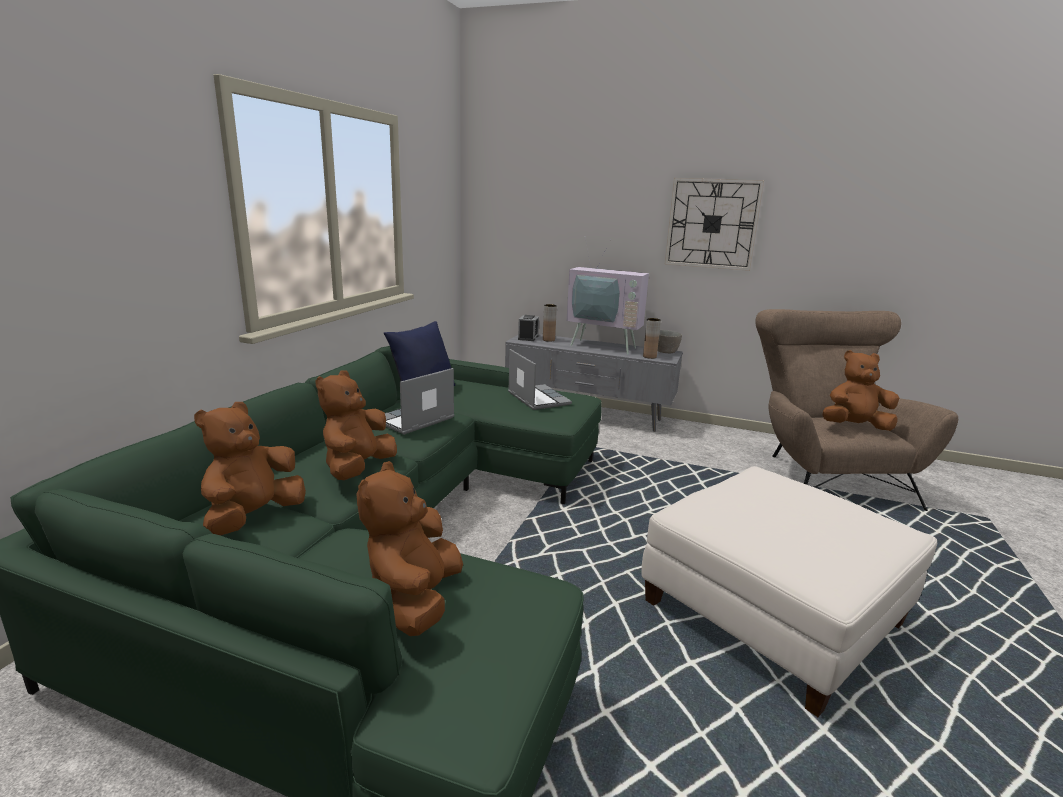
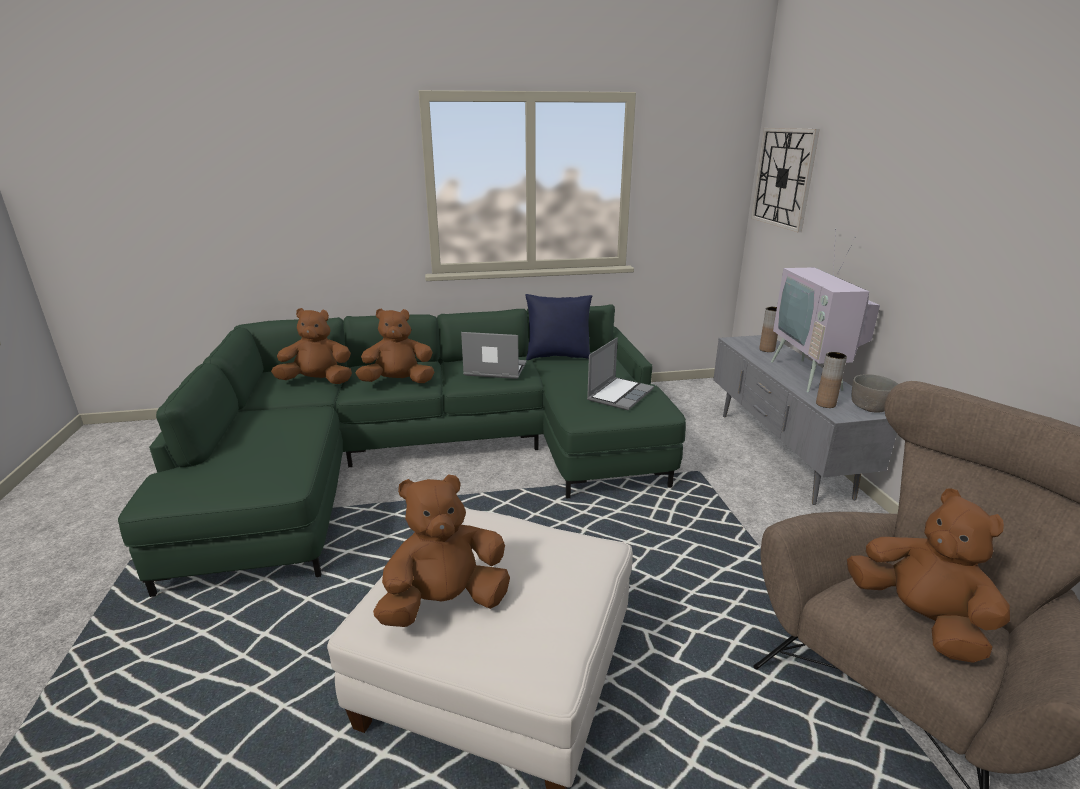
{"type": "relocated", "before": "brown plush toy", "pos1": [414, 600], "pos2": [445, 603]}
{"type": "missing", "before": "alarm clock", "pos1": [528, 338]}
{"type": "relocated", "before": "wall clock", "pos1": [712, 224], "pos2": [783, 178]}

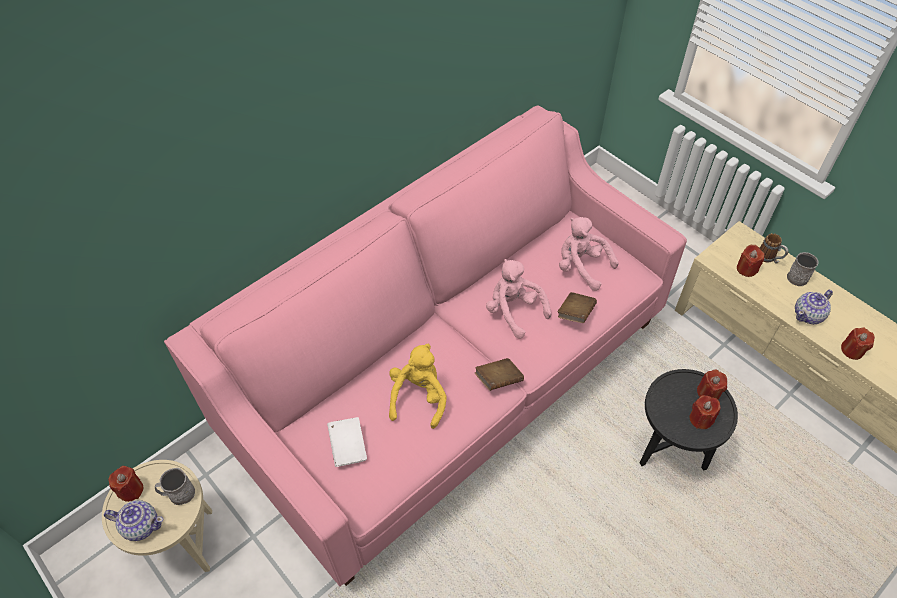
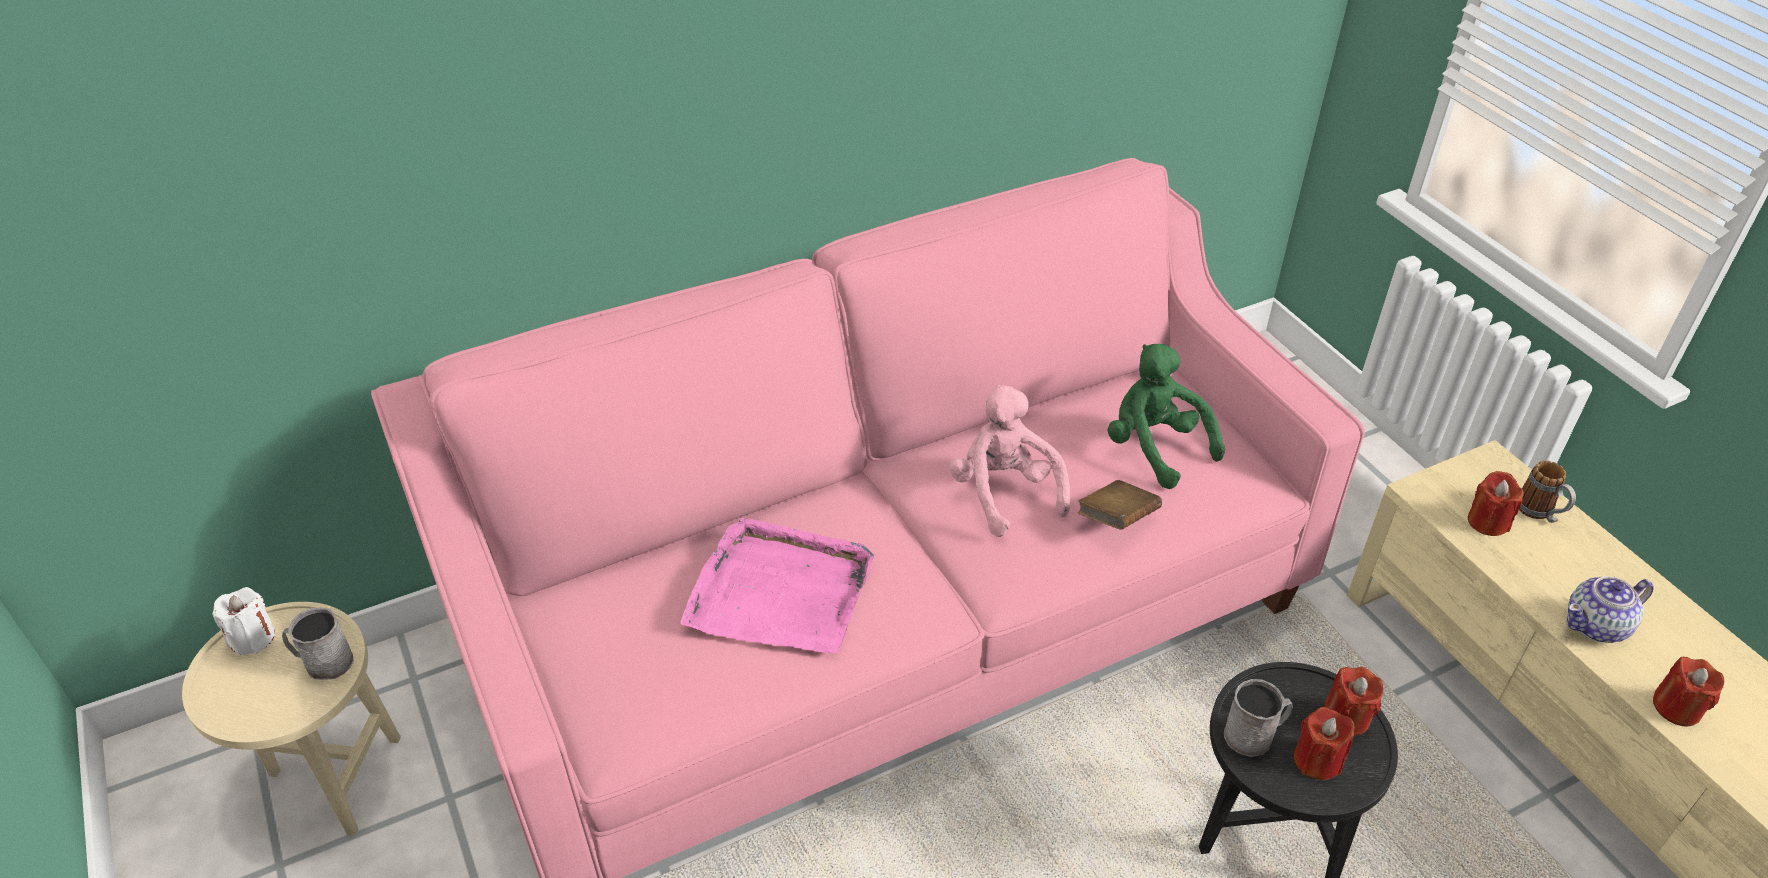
{"type": "missing", "before": "teapot", "pos1": [141, 525]}
{"type": "colour", "before": "red candle", "after": "white candle", "pos1": [131, 490], "pos2": [252, 638]}
{"type": "missing", "before": "white book", "pos1": [348, 447]}
{"type": "exchanged", "before": "yellow plush toy", "after": "pink tray", "pos1": [418, 397], "pos2": [780, 592]}
{"type": "missing", "before": "brown book", "pos1": [498, 380]}
{"type": "colour", "before": "pink plush toy", "after": "green plush toy", "pos1": [581, 267], "pos2": [1155, 448]}
{"type": "relocated", "before": "grey mug", "pos1": [799, 276], "pos2": [1254, 735]}

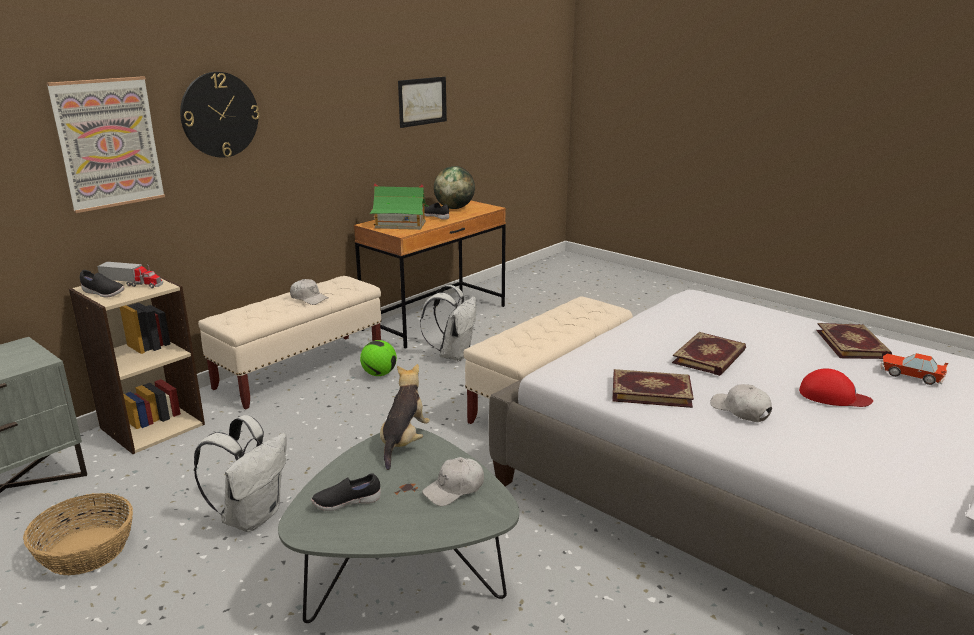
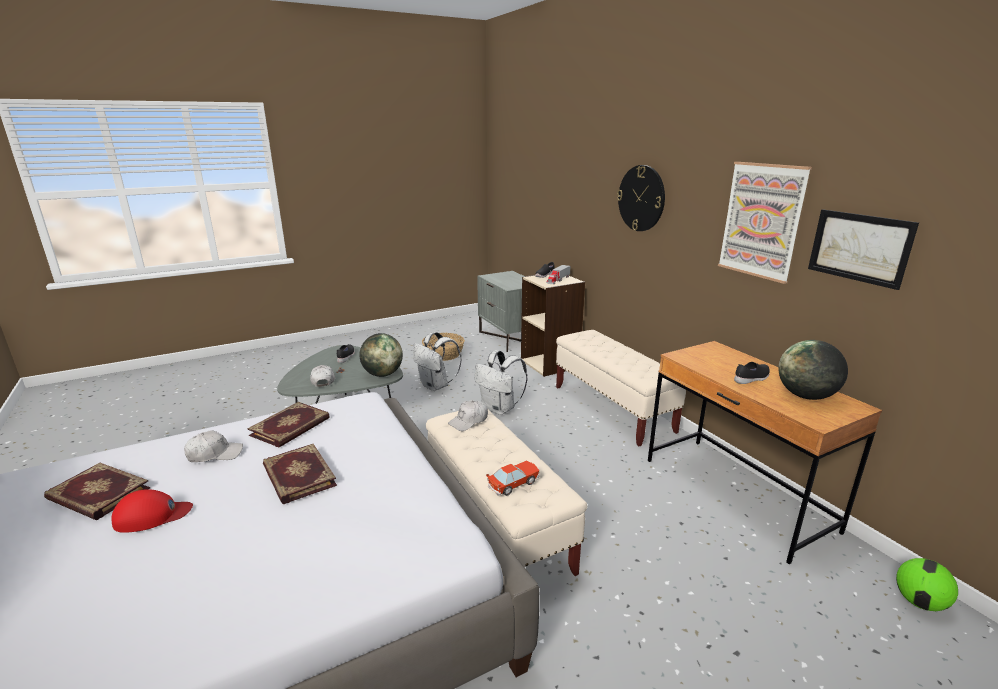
{"type": "relocated", "before": "picture", "pos1": [108, 143], "pos2": [761, 221]}
{"type": "relocated", "before": "white cap", "pos1": [309, 298], "pos2": [469, 421]}
{"type": "relocated", "before": "football", "pos1": [379, 374], "pos2": [919, 602]}
{"type": "missing", "before": "toy house", "pos1": [400, 224]}
{"type": "exchanged", "before": "plush toy", "after": "globe", "pos1": [404, 442], "pos2": [382, 374]}
{"type": "relocated", "before": "white backpack", "pos1": [453, 355], "pos2": [500, 408]}
{"type": "spun", "before": "red cap", "pos1": [833, 396], "pos2": [152, 515], "turn": -150}
{"type": "relocated", "before": "book", "pos1": [853, 344], "pos2": [97, 495]}
{"type": "relocated", "before": "toy car", "pos1": [911, 375], "pos2": [513, 483]}

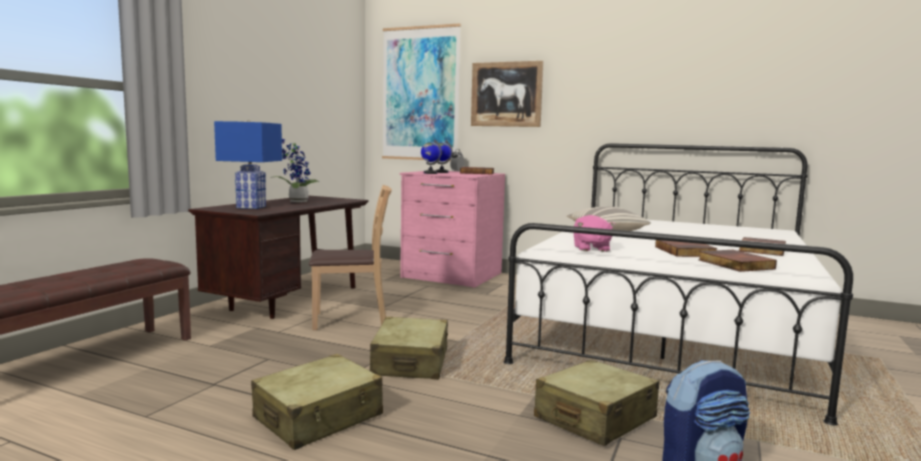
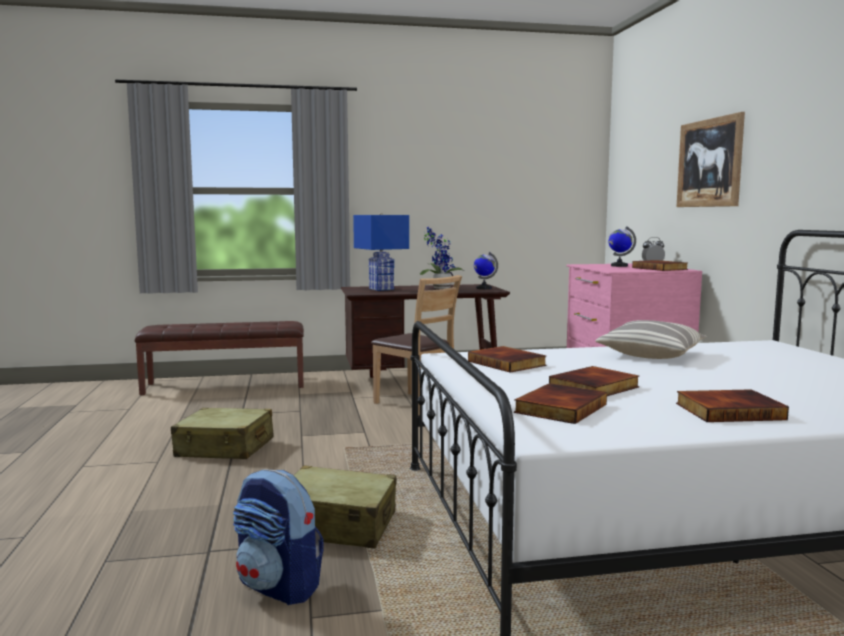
{"type": "missing", "before": "beige suitcase", "pos1": [411, 362]}
{"type": "missing", "before": "picture", "pos1": [420, 94]}
{"type": "relocated", "before": "globe", "pos1": [430, 173], "pos2": [484, 288]}
{"type": "exchanged", "before": "pink plush toy", "after": "book", "pos1": [591, 248], "pos2": [508, 363]}

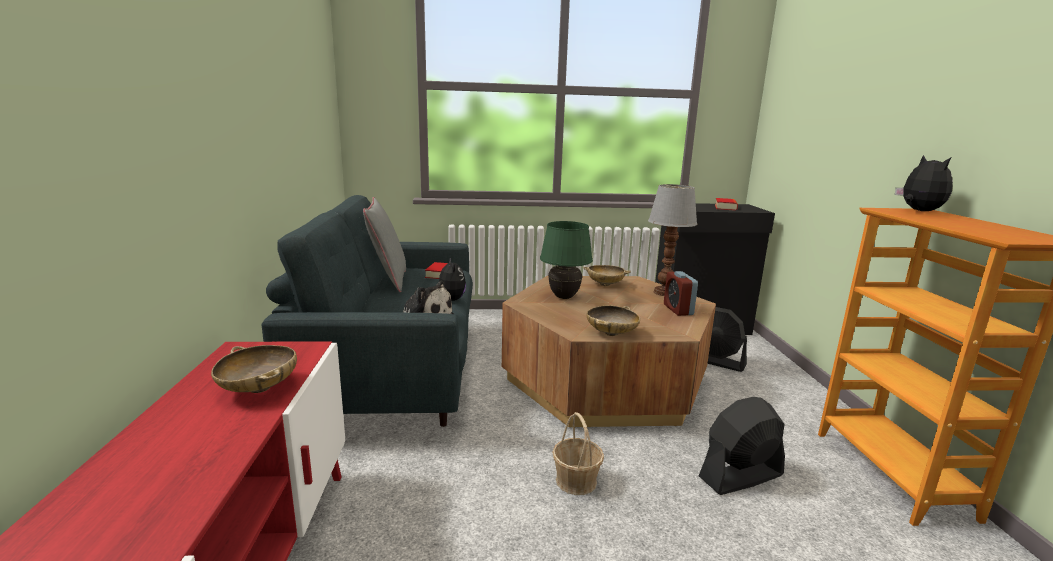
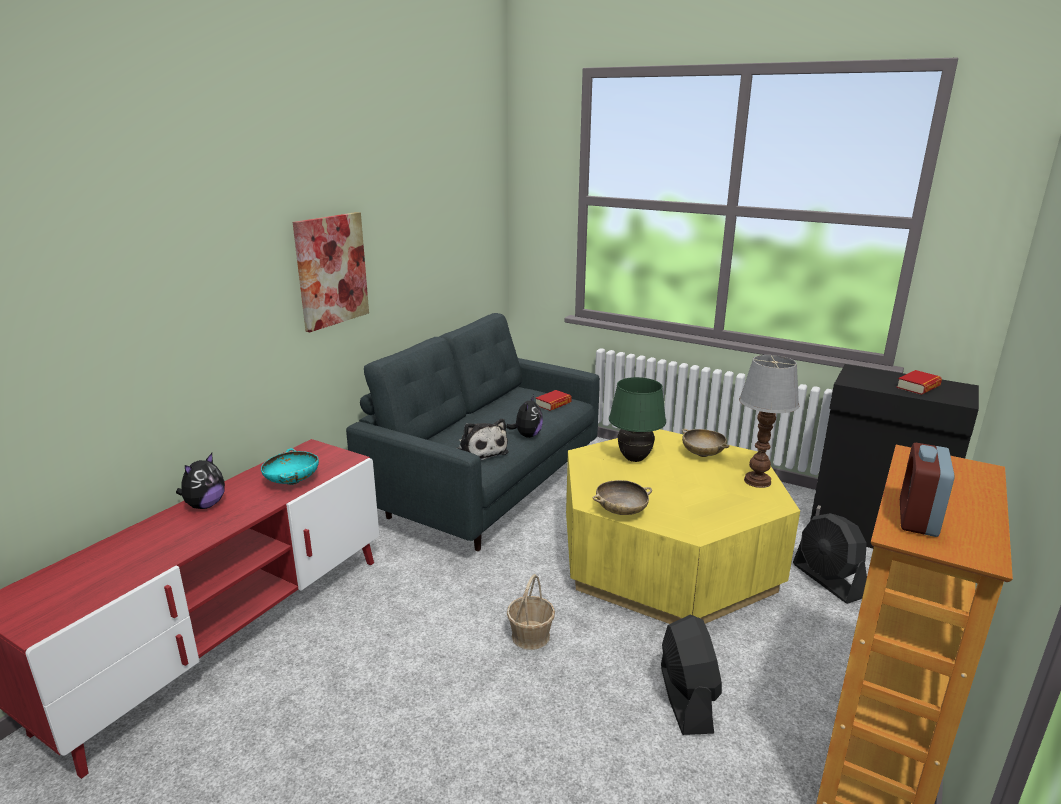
{"type": "colour", "before": "beige bowl", "after": "turquoise bowl", "pos1": [259, 388], "pos2": [292, 481]}
{"type": "missing", "before": "grey pillow", "pos1": [388, 281]}
{"type": "colour", "before": "brown coffee table", "after": "yellow coffee table", "pos1": [604, 379], "pos2": [667, 558]}
{"type": "relocated", "before": "alarm clock", "pos1": [678, 310], "pos2": [917, 518]}
{"type": "spun", "before": "black fan", "pos1": [740, 476], "pos2": [685, 698], "turn": 75}
{"type": "relocated", "before": "plush toy", "pos1": [918, 211], "pos2": [205, 505]}
{"type": "appeared", "after": "picture", "pos2": [331, 270]}

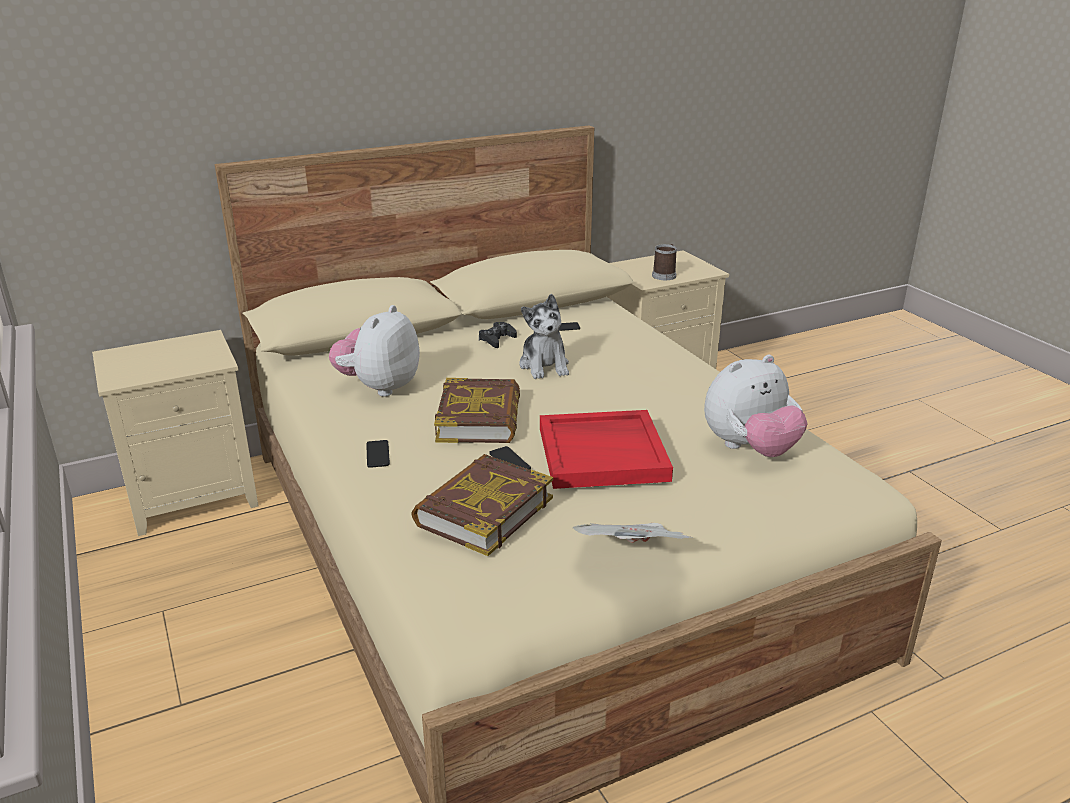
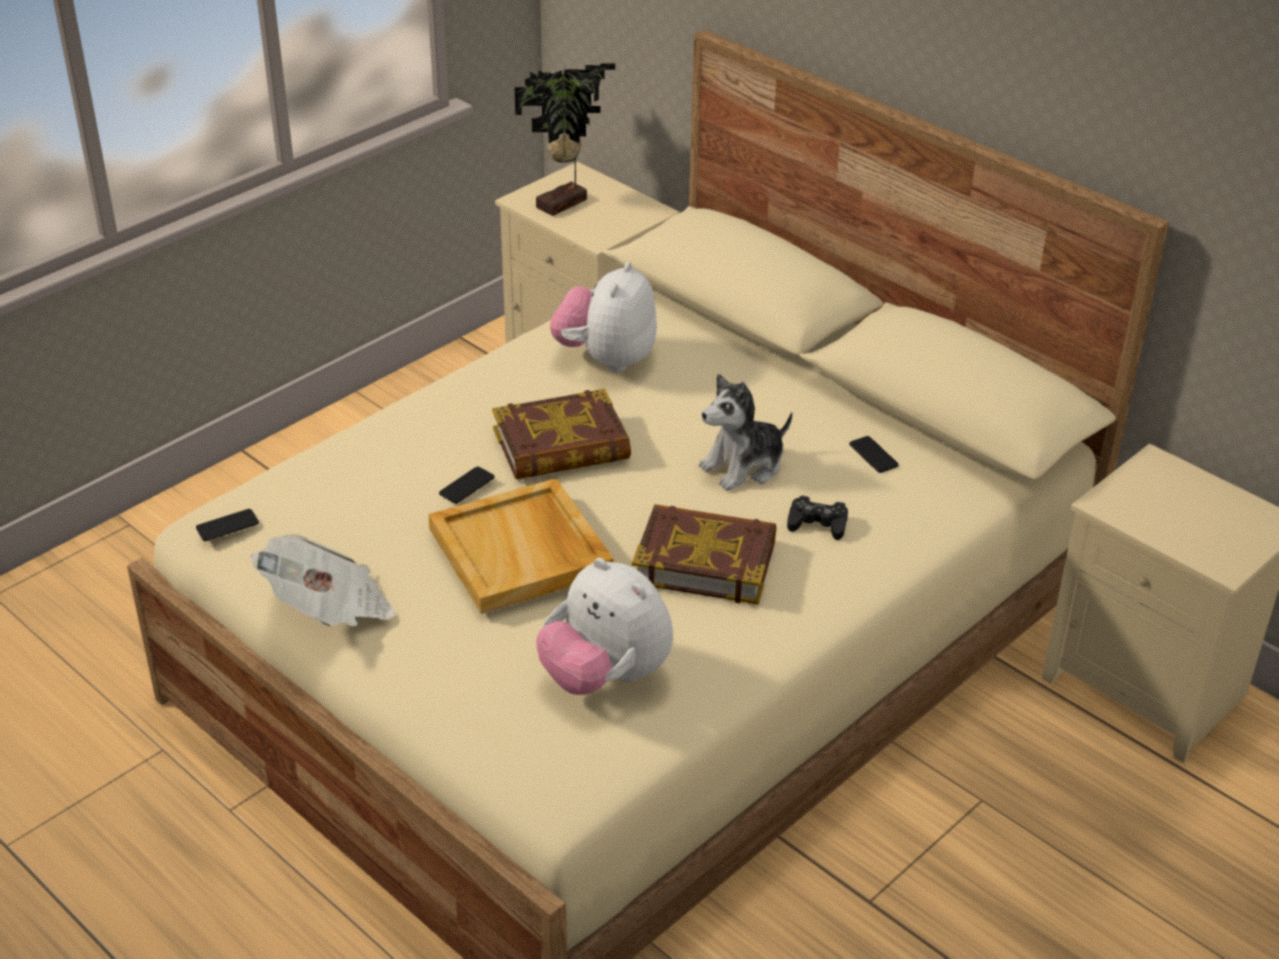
{"type": "spun", "before": "plush toy", "pos1": [379, 387], "pos2": [606, 359], "turn": -75}
{"type": "relocated", "before": "phone", "pos1": [378, 454], "pos2": [227, 526]}
{"type": "relocated", "before": "book", "pos1": [483, 511], "pos2": [705, 561]}
{"type": "relocated", "before": "black game controller", "pos1": [497, 339], "pos2": [817, 523]}
{"type": "colour", "before": "red tray", "after": "beige tray", "pos1": [603, 453], "pos2": [522, 551]}
{"type": "missing", "before": "mug", "pos1": [665, 275]}
{"type": "appeared", "after": "potted plant", "pos2": [565, 204]}

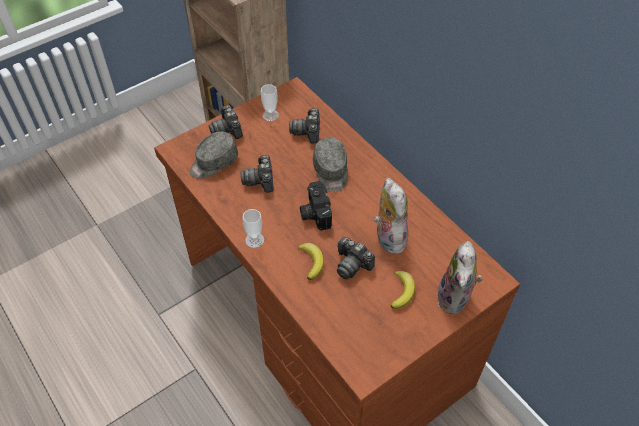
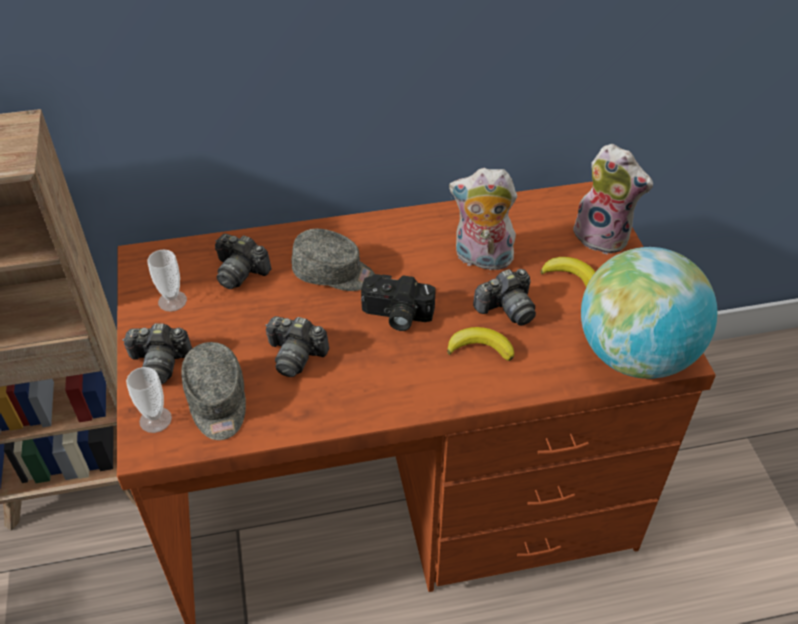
{"type": "relocated", "before": "cup", "pos1": [254, 240], "pos2": [155, 420]}
{"type": "appeared", "after": "globe", "pos2": [635, 355]}

